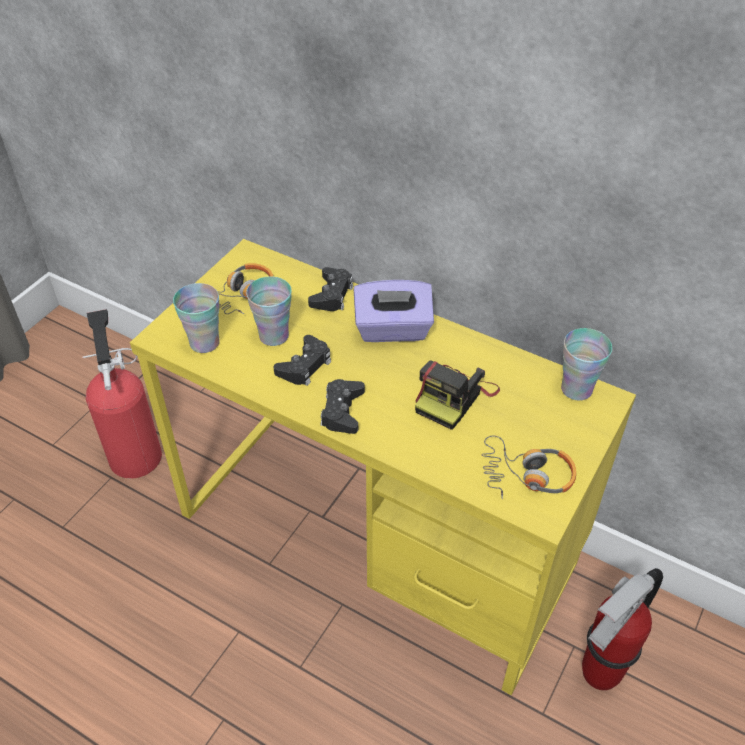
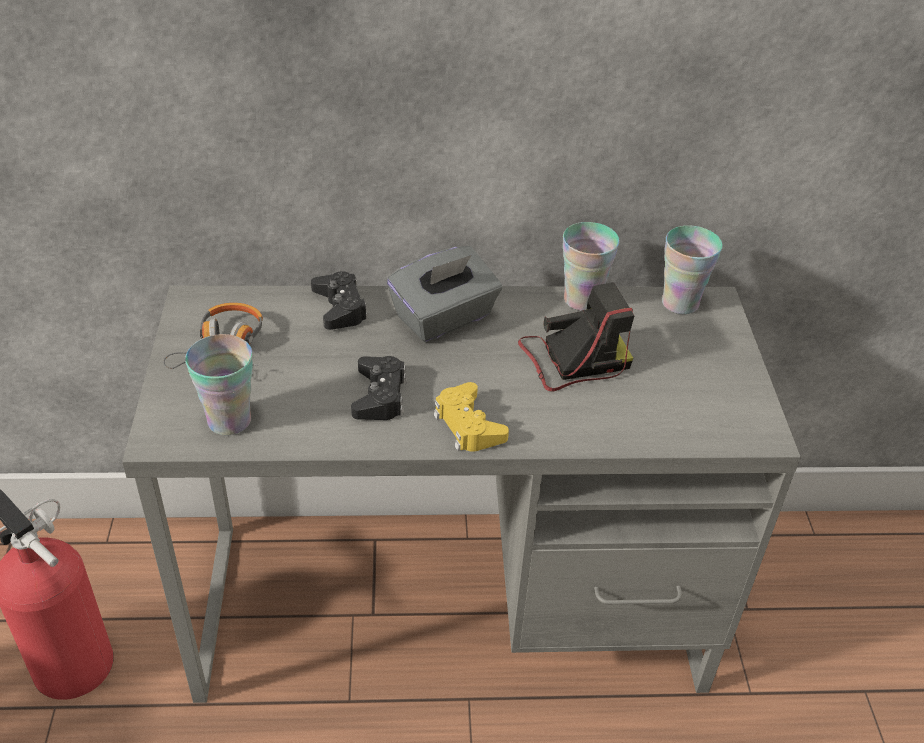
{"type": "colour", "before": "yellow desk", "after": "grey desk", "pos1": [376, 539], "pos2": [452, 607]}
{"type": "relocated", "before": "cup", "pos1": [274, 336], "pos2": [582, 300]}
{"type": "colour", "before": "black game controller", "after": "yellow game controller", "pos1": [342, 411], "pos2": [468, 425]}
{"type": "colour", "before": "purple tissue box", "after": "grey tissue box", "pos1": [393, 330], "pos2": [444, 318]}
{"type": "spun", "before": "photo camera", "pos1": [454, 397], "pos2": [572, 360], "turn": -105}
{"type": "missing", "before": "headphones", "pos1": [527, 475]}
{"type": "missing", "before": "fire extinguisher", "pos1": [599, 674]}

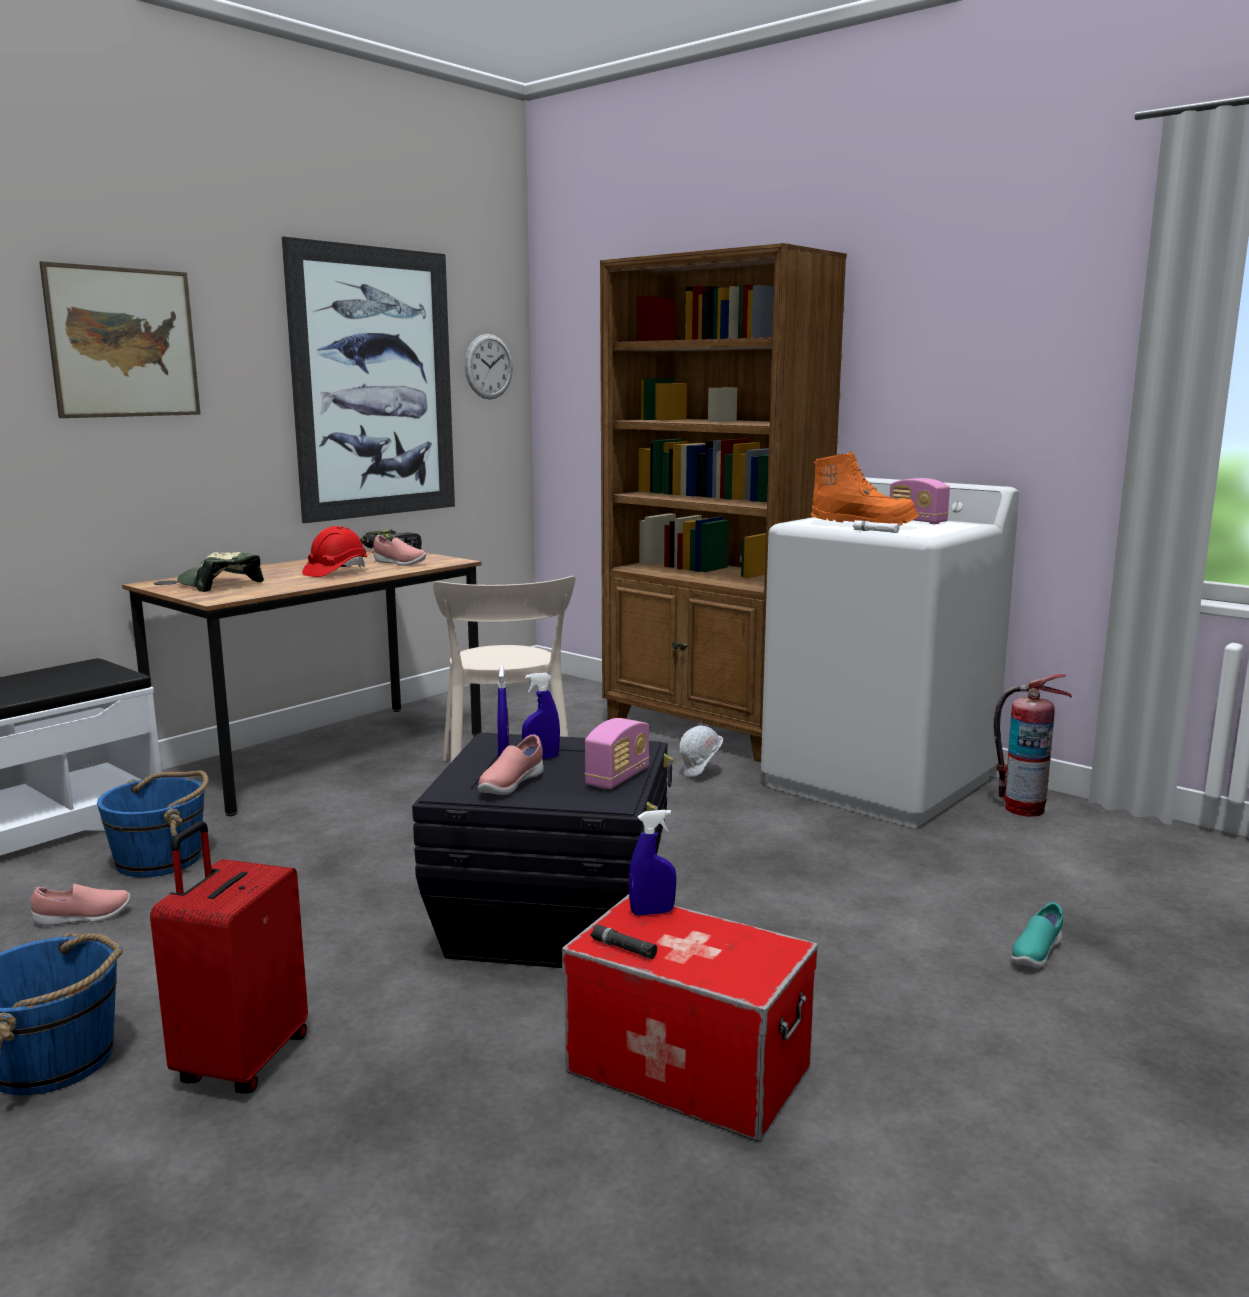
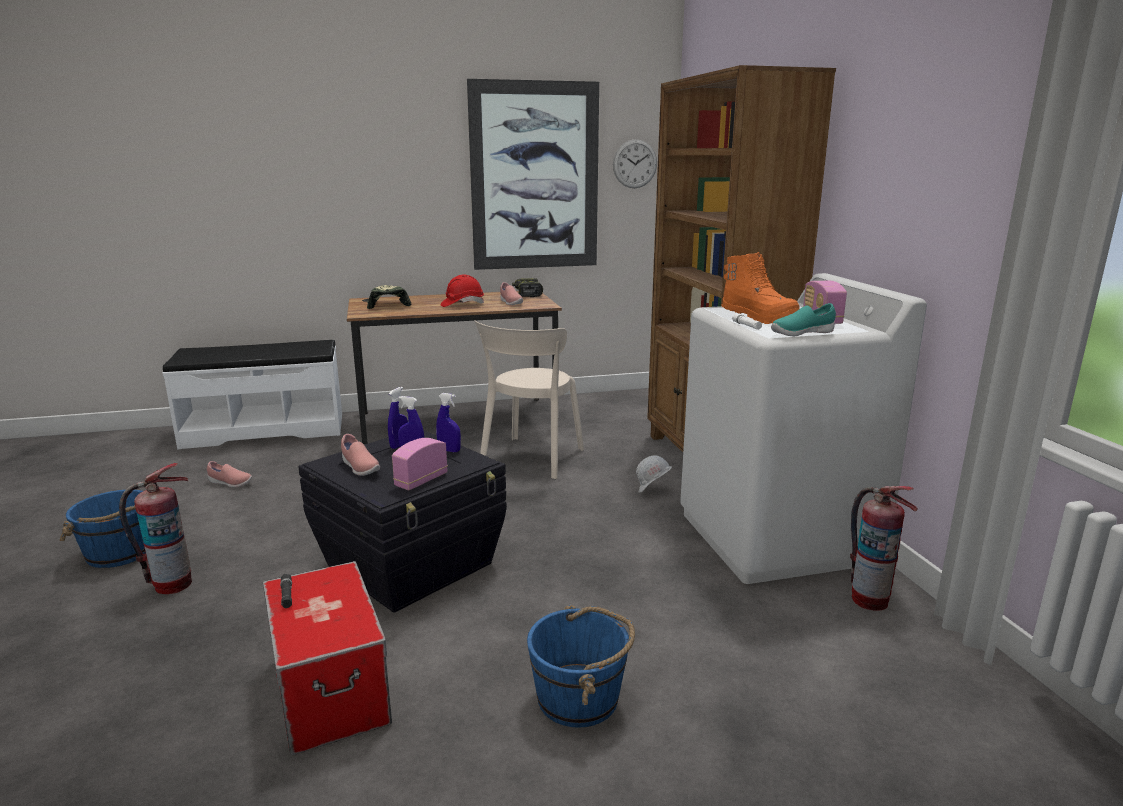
{"type": "missing", "before": "picture", "pos1": [124, 343]}
{"type": "relocated", "before": "blue bucket", "pos1": [161, 859], "pos2": [579, 698]}
{"type": "exchanged", "before": "red suitcase", "after": "fire extinguisher", "pos1": [240, 1061], "pos2": [172, 584]}
{"type": "spun", "before": "pink shoe", "pos1": [510, 785], "pos2": [359, 468], "turn": -105}
{"type": "spun", "before": "radio", "pos1": [618, 778], "pos2": [421, 480], "turn": 150}
{"type": "relocated", "before": "blue spray bottle", "pos1": [652, 912], "pos2": [449, 450]}
{"type": "relocated", "before": "turquoise shoe", "pos1": [1035, 954], "pos2": [801, 334]}

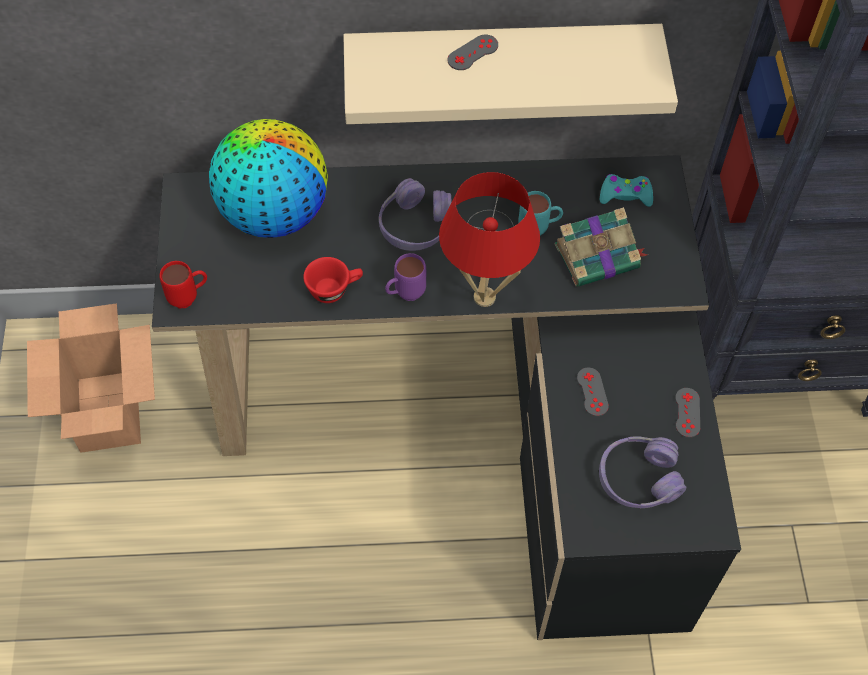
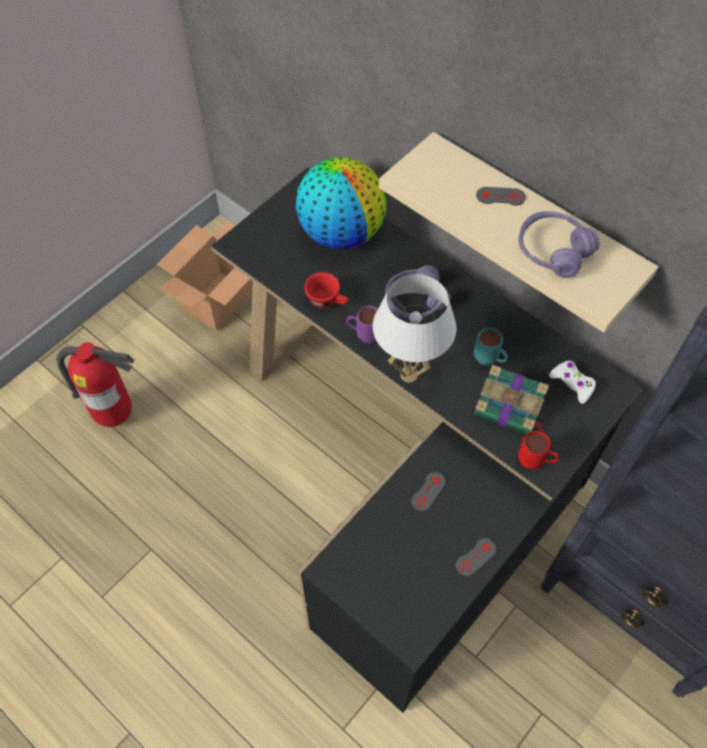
{"type": "relocated", "before": "red mug", "pos1": [189, 297], "pos2": [535, 463]}
{"type": "colour", "before": "red table lamp", "after": "white table lamp", "pos1": [484, 297], "pos2": [409, 374]}
{"type": "relocated", "before": "purple headphones", "pos1": [638, 478], "pos2": [553, 251]}
{"type": "colour", "before": "turquoise game controller", "after": "white game controller", "pos1": [625, 195], "pos2": [572, 383]}
{"type": "appeared", "after": "fire extinguisher", "pos2": [116, 414]}

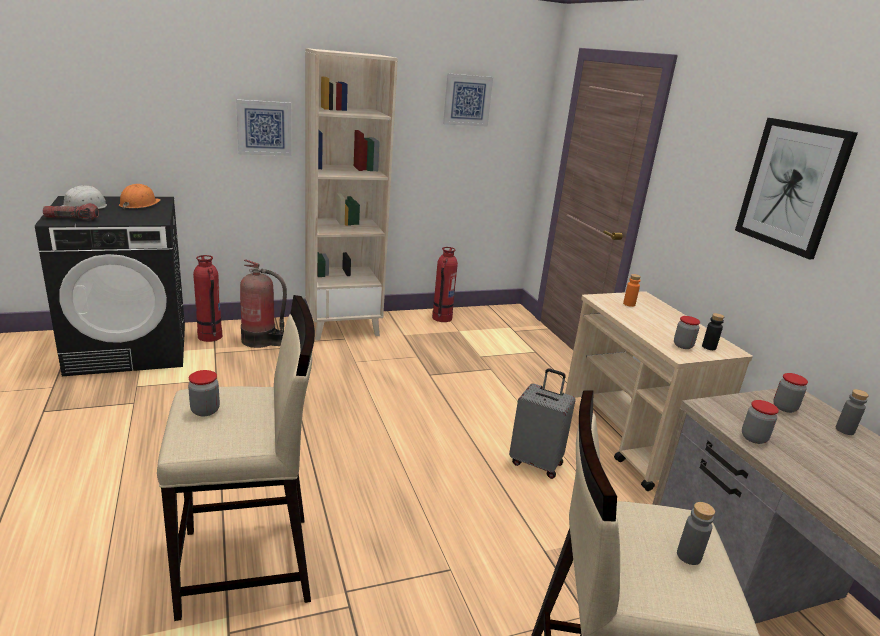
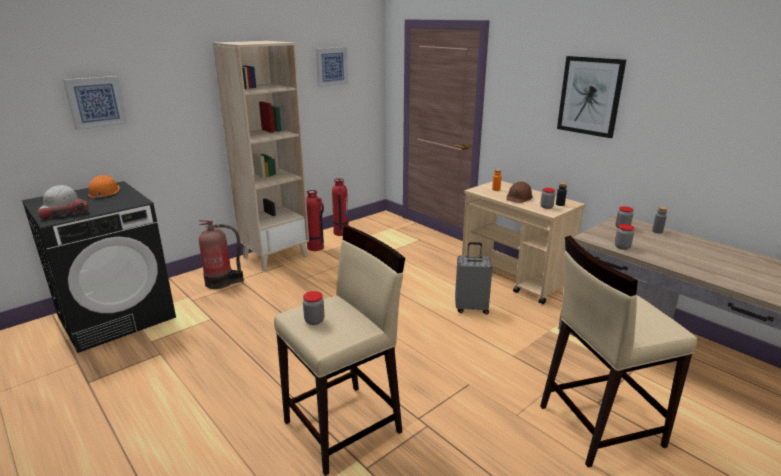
{"type": "relocated", "before": "fire extinguisher", "pos1": [210, 336], "pos2": [315, 247]}
{"type": "relocated", "before": "picture", "pos1": [264, 128], "pos2": [96, 102]}
{"type": "missing", "before": "grey bottle", "pos1": [688, 556]}
{"type": "appeared", "after": "brown hard hat", "pos2": [519, 197]}

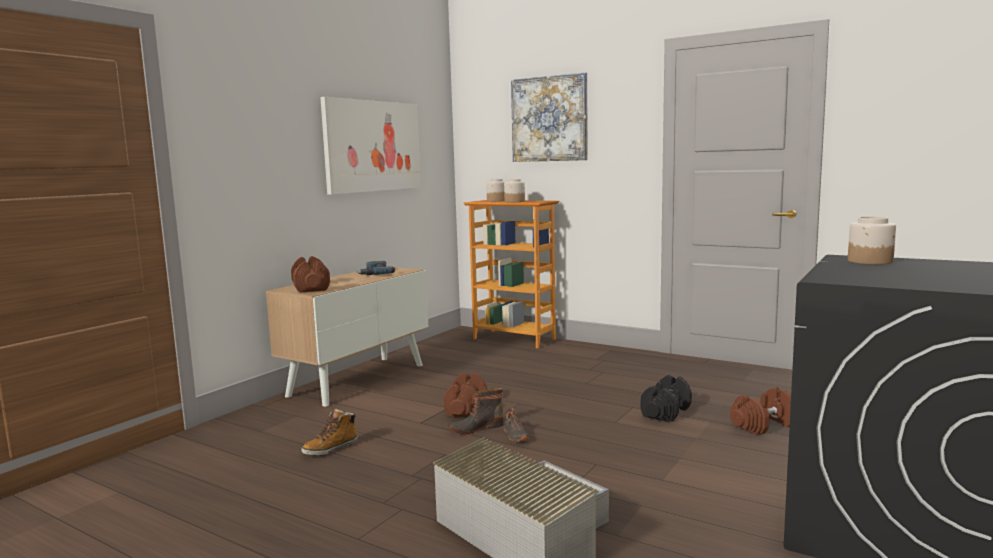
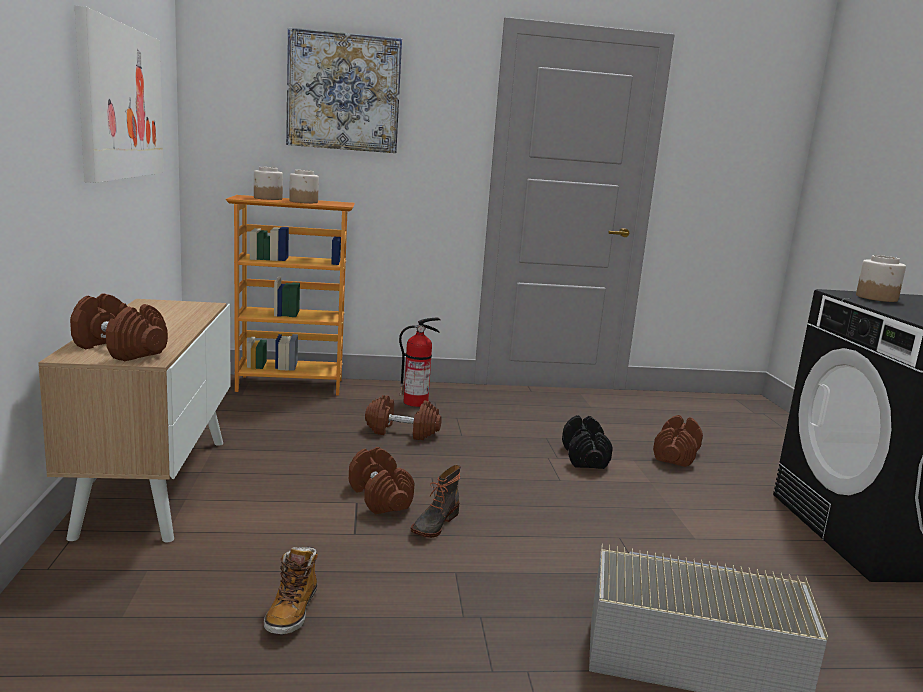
{"type": "missing", "before": "power drill", "pos1": [374, 273]}
{"type": "missing", "before": "black shoe", "pos1": [514, 435]}
{"type": "appeared", "after": "brown dumbbell", "pos2": [402, 432]}
{"type": "appeared", "after": "fire extinguisher", "pos2": [416, 402]}

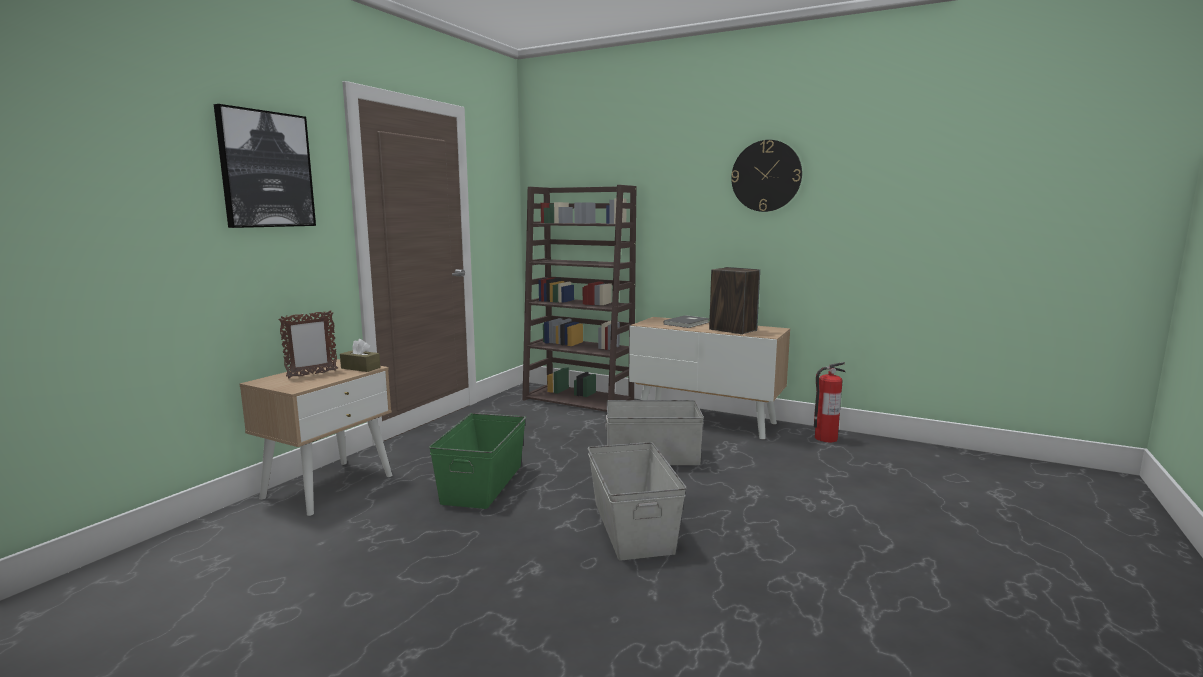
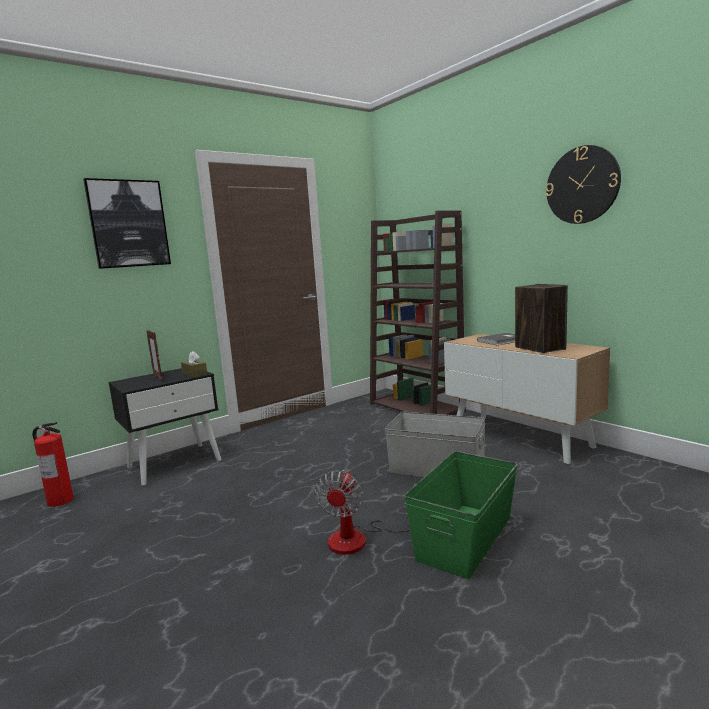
{"type": "colour", "before": "beige nightstand", "after": "black nightstand", "pos1": [329, 486], "pos2": [175, 463]}
{"type": "spun", "before": "picture frame", "pos1": [312, 374], "pos2": [158, 377], "turn": 75}
{"type": "relocated", "before": "green storage box", "pos1": [482, 484], "pos2": [464, 537]}
{"type": "exchanged", "before": "grey storage box", "after": "fan", "pos1": [633, 526], "pos2": [360, 538]}
{"type": "relocated", "before": "fire extinguisher", "pos1": [825, 438], "pos2": [60, 500]}

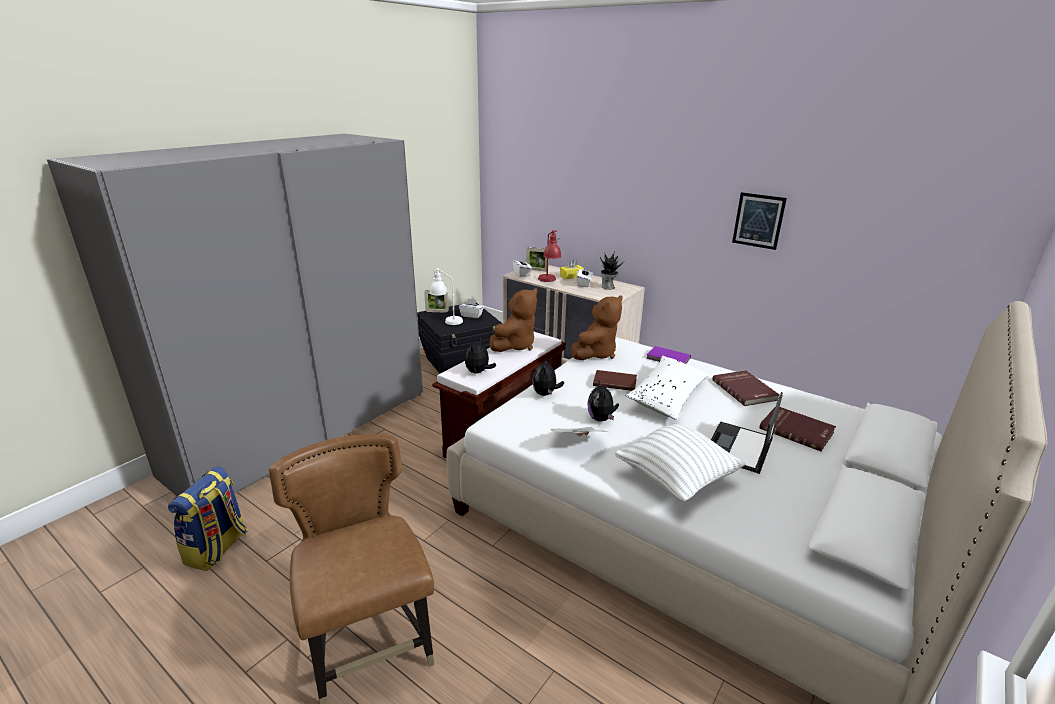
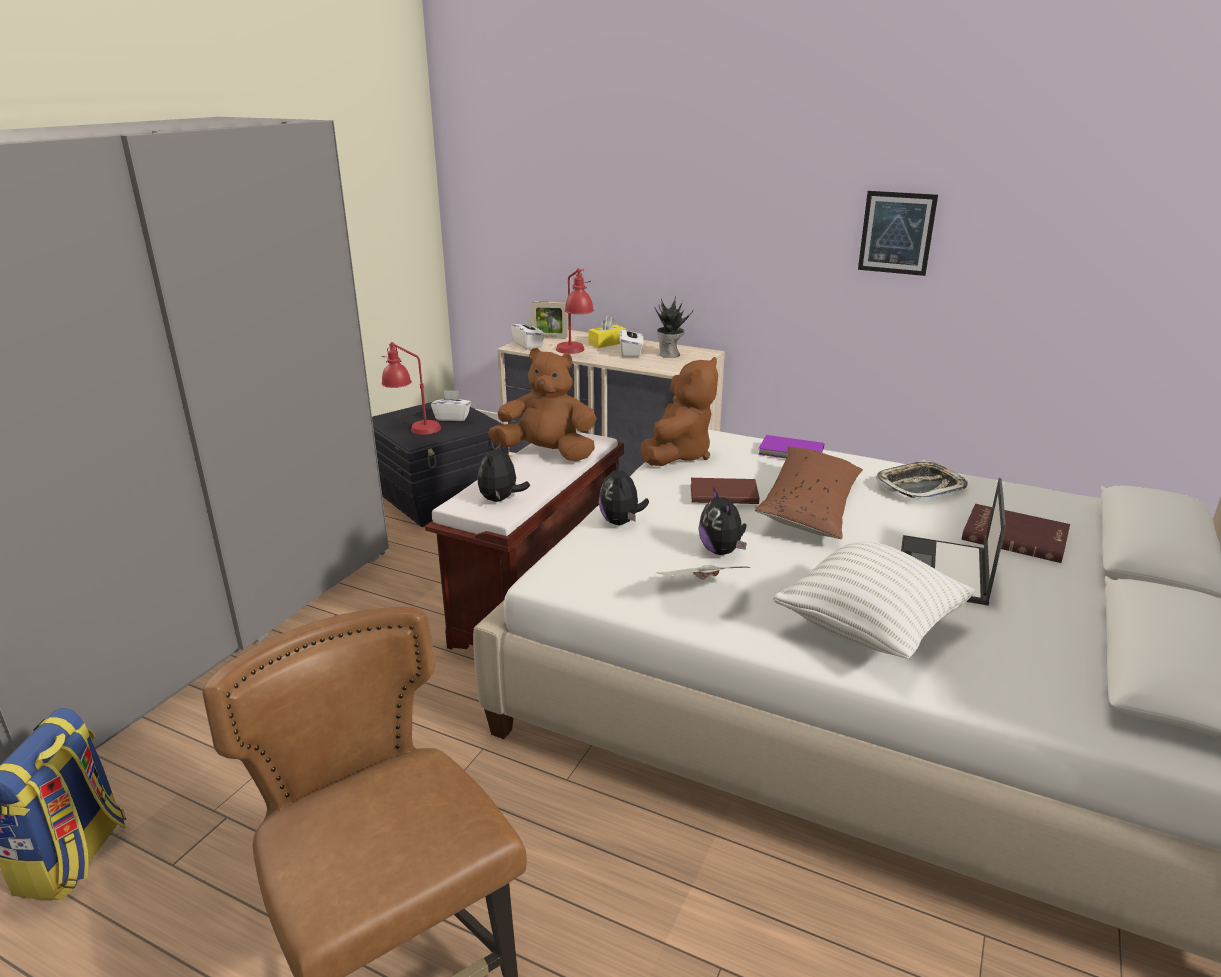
{"type": "missing", "before": "picture frame", "pos1": [437, 311]}
{"type": "colour", "before": "white table lamp", "after": "red table lamp", "pos1": [446, 320], "pos2": [413, 428]}
{"type": "spun", "before": "brown plush toy", "pos1": [515, 345], "pos2": [547, 454], "turn": -105}
{"type": "colour", "before": "white pillow", "after": "brown pillow", "pos1": [667, 396], "pos2": [810, 506]}
{"type": "exchanged", "before": "red book", "after": "tray", "pos1": [745, 390], "pos2": [920, 486]}

